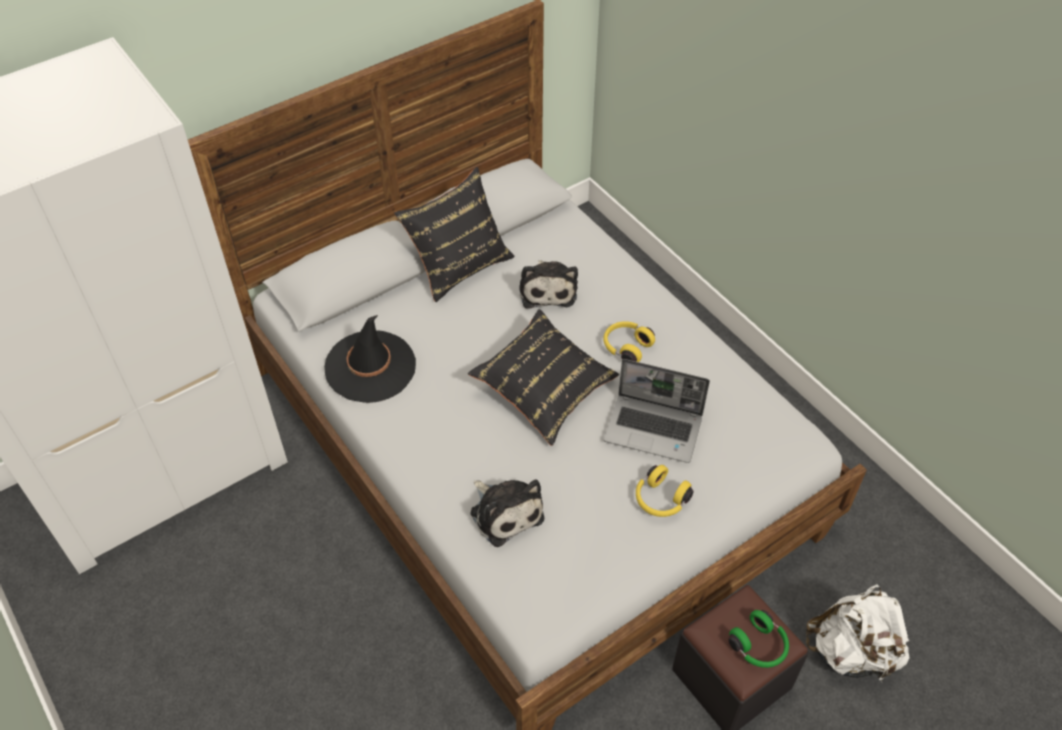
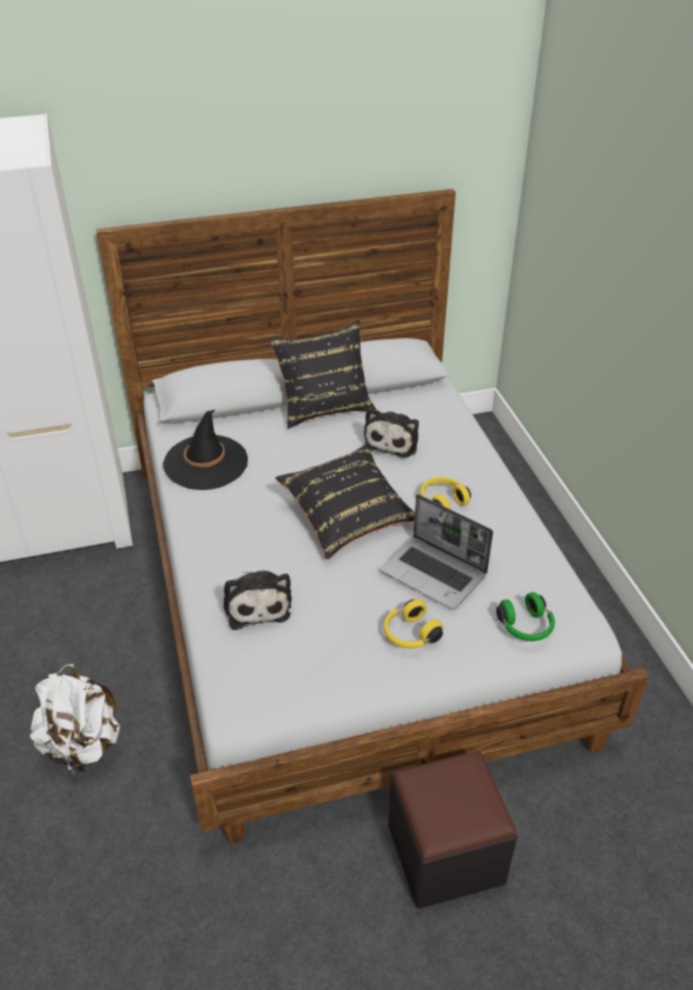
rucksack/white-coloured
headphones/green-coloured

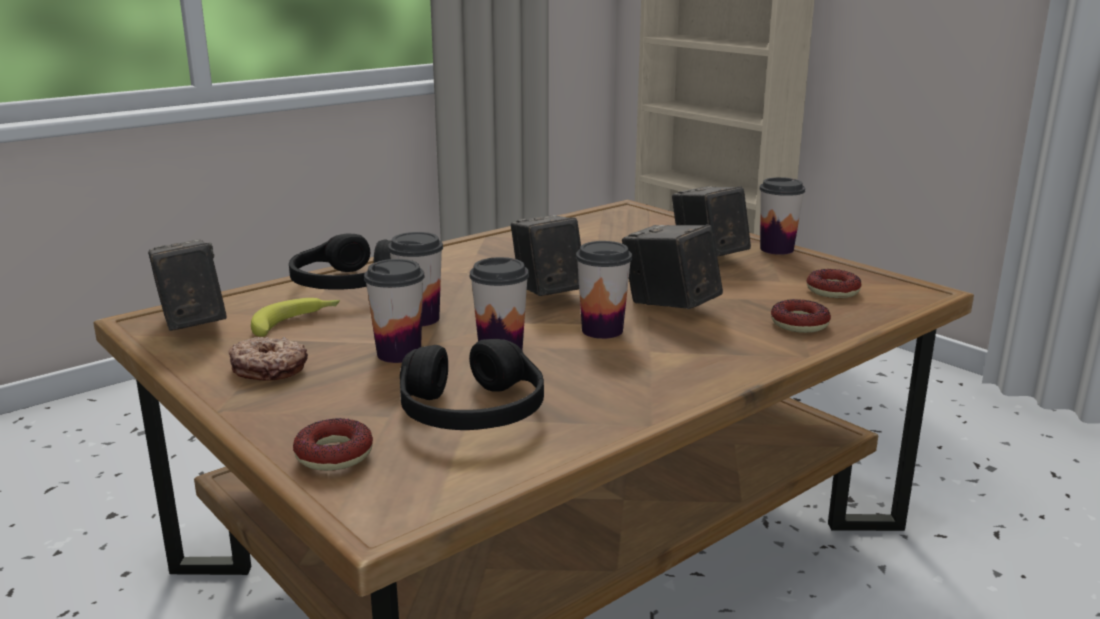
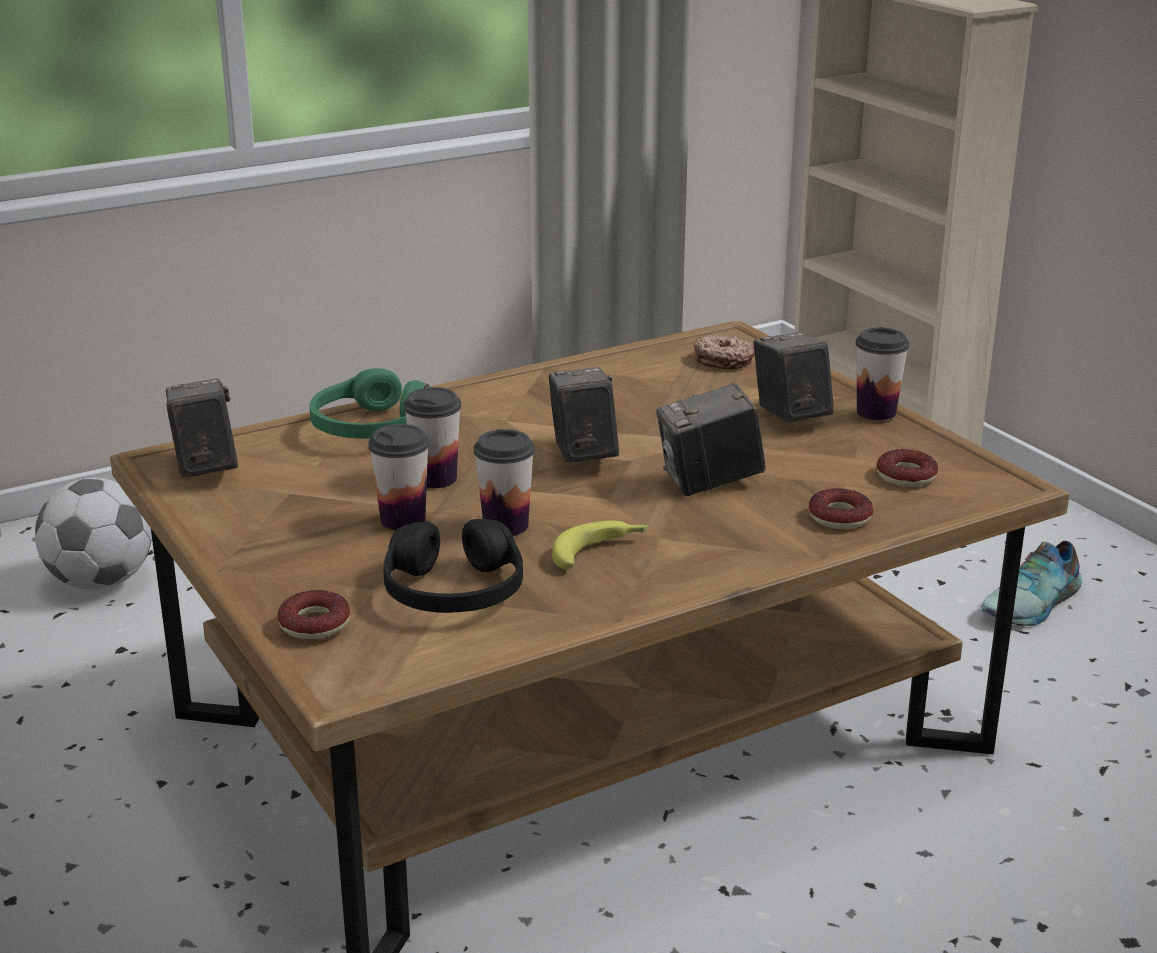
football
headphones/green-coloured
whole banana
still camera (no. 3 from left)
doughnut (no. 2 from left)
low shoe
cup (no. 4 from left in the first image)

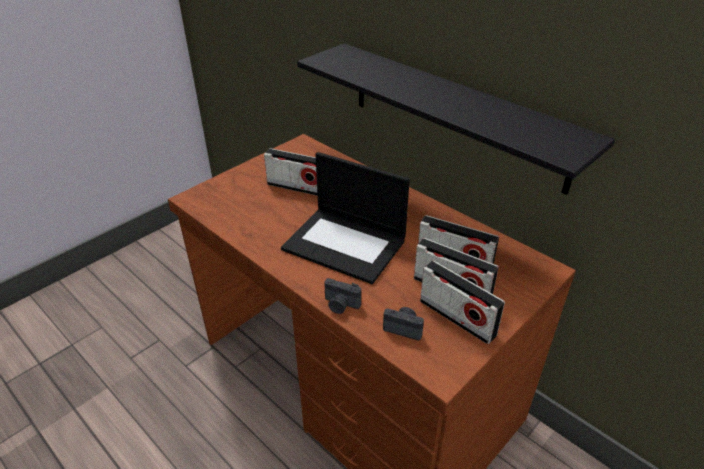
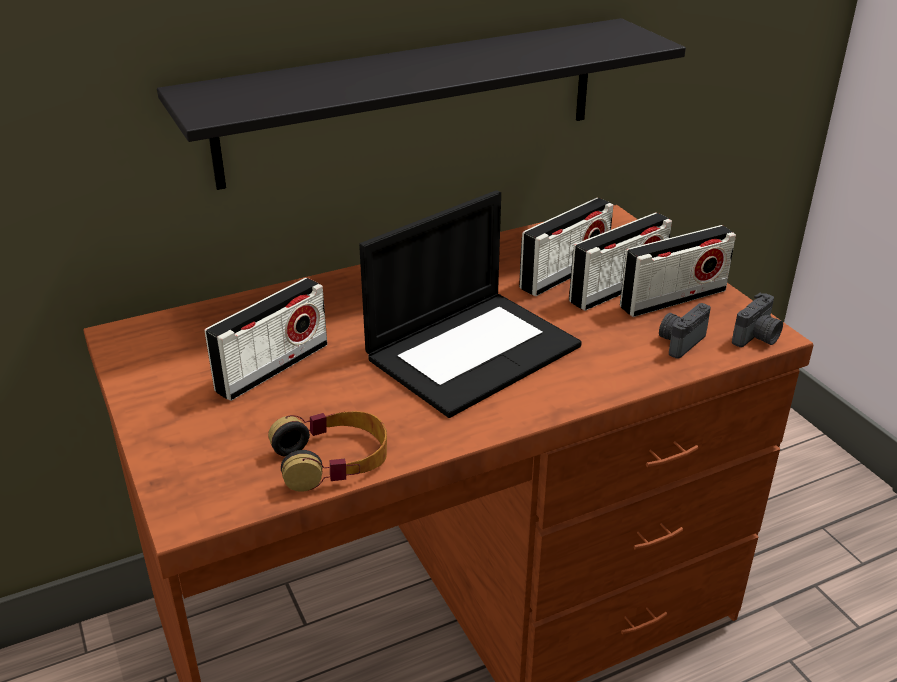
headphones
still camera (no. 2 from left)

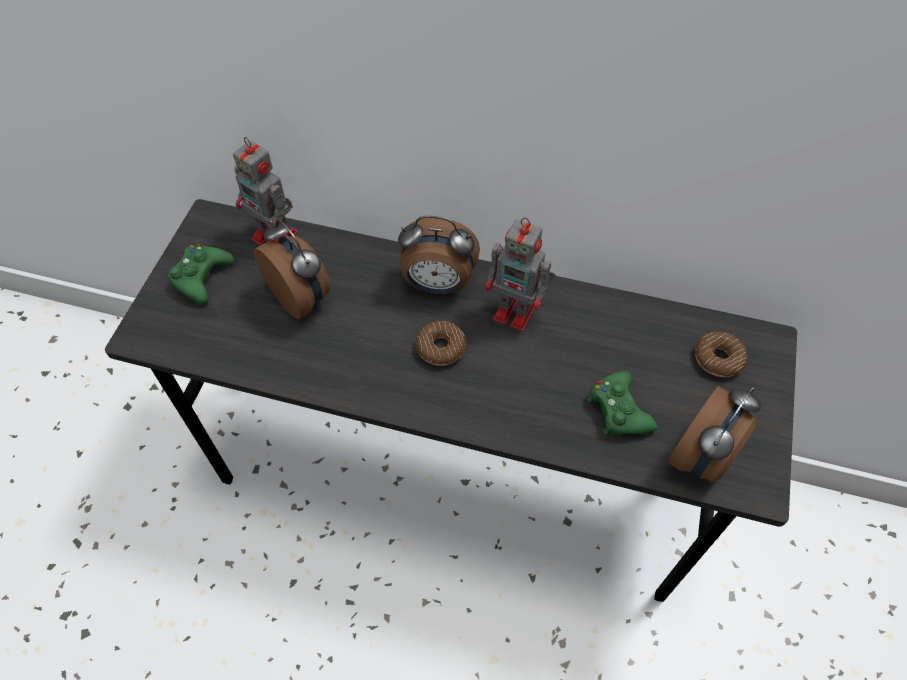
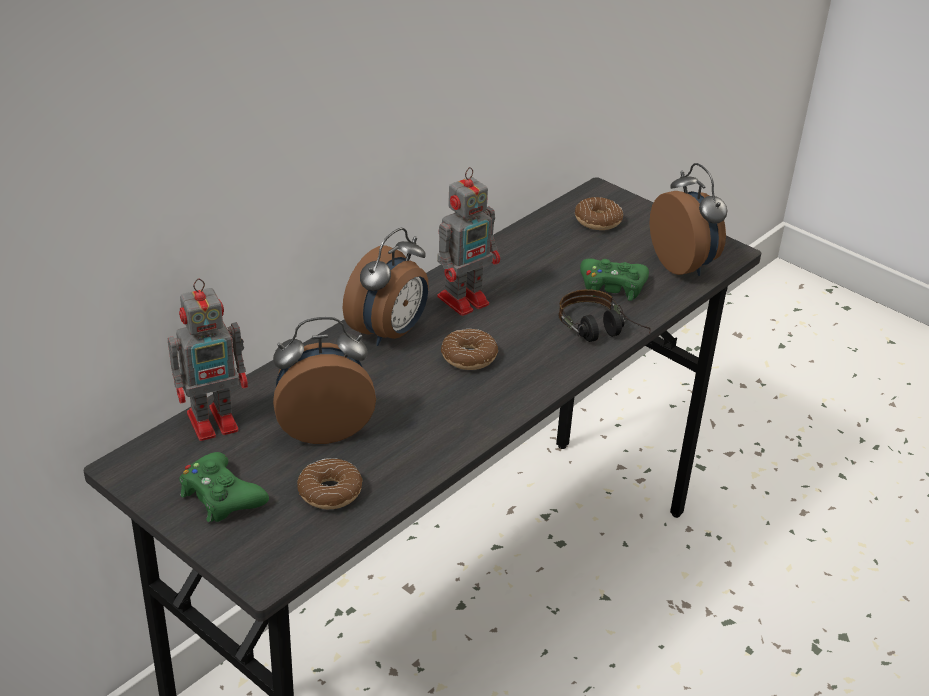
doughnut (no. 1 from left)
headphones

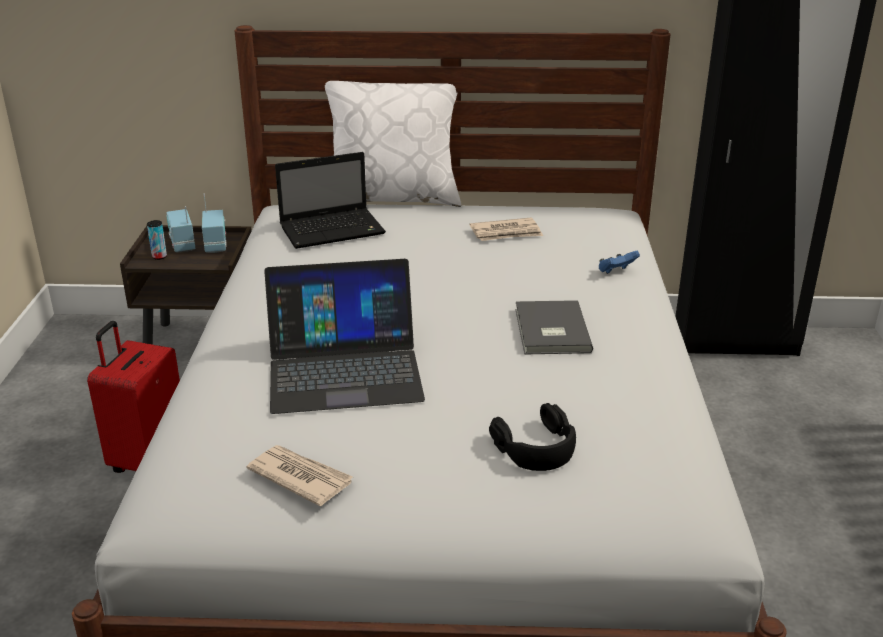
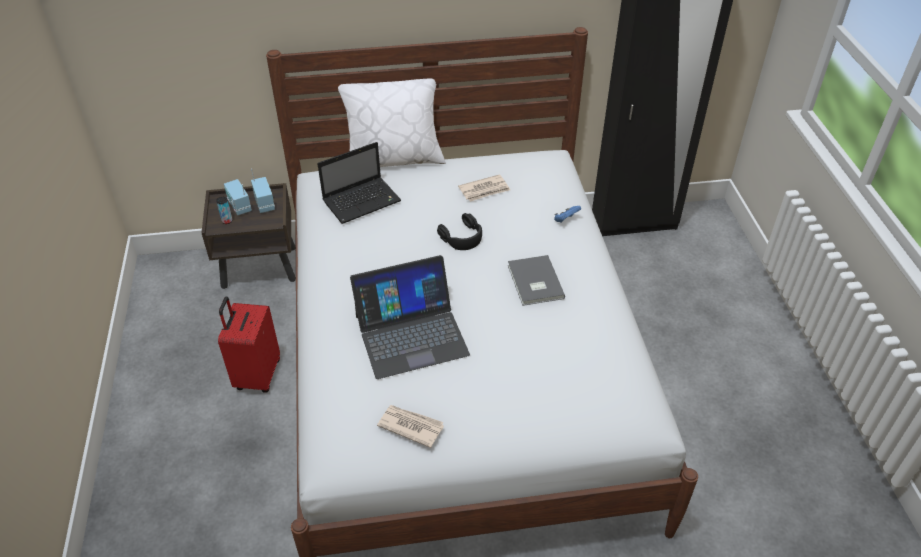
headphones/blackish

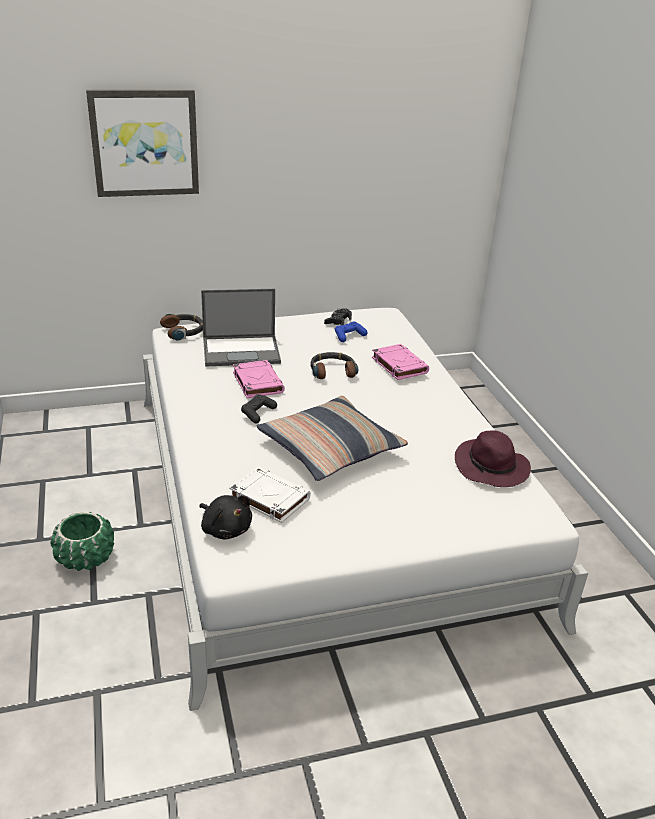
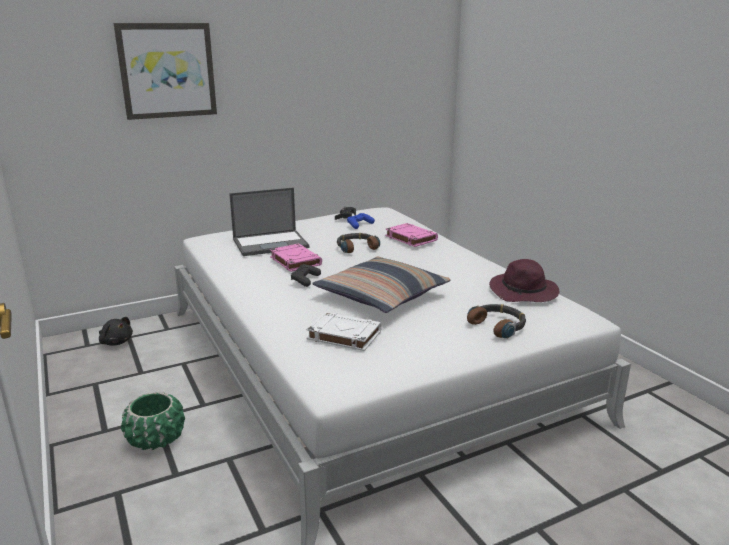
plush toy/blackish
headphones (no. 2 from left)

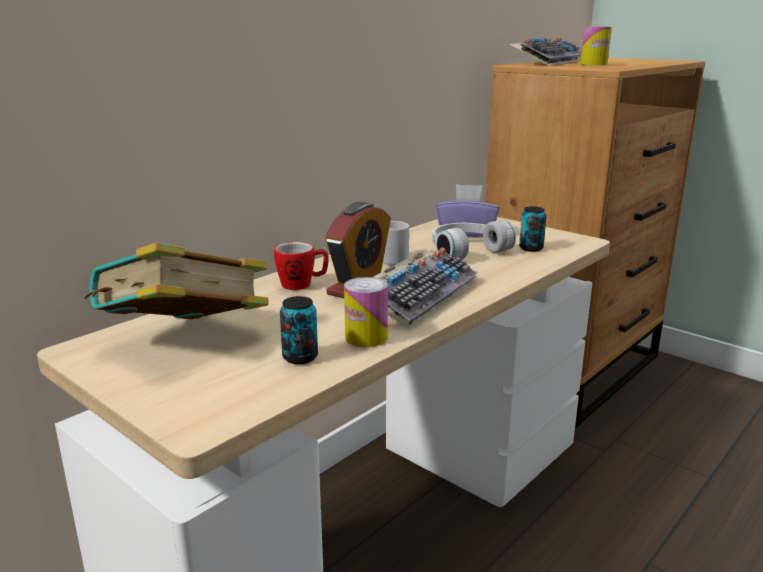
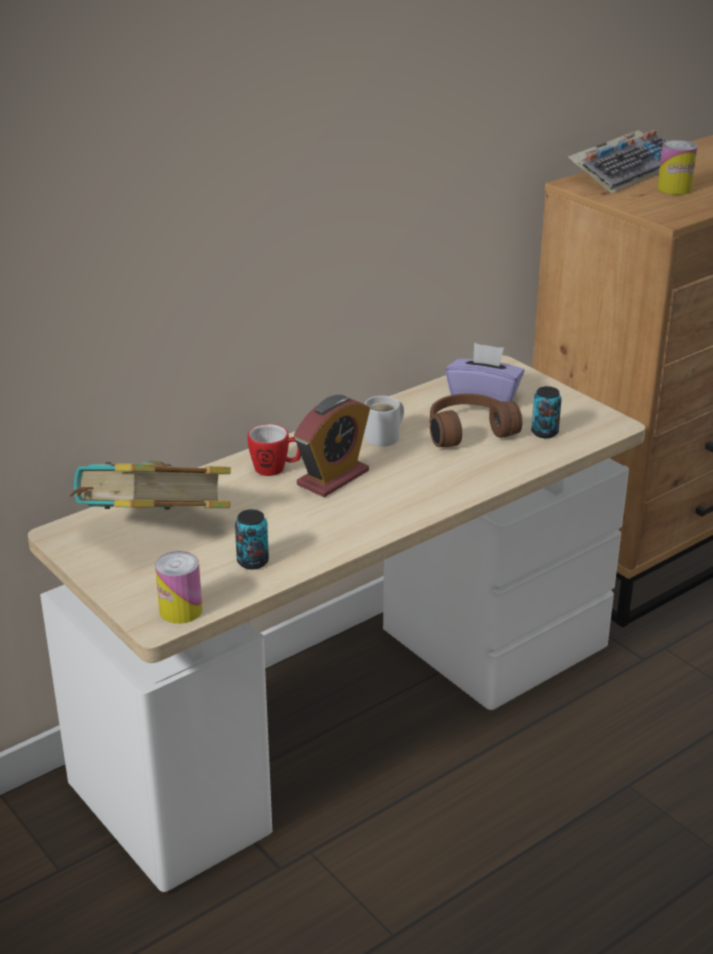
metal can (no. 1 from left)
headphones/brownish
PC keyboard (no. 1 from left in the first image)

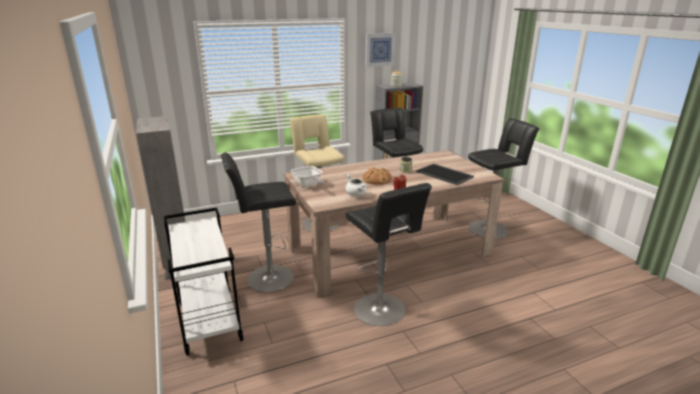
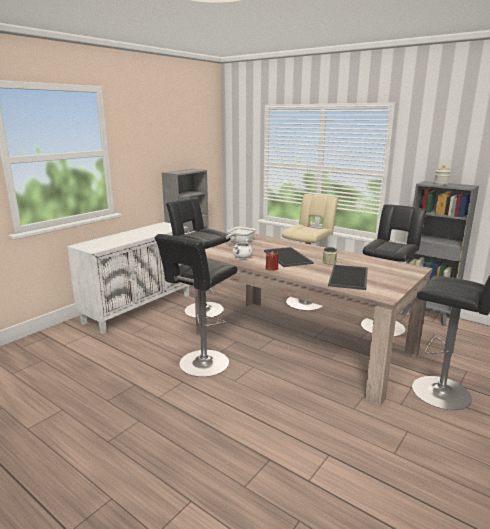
cupboard/white-coloured
tray (no. 1 from left)
wall art

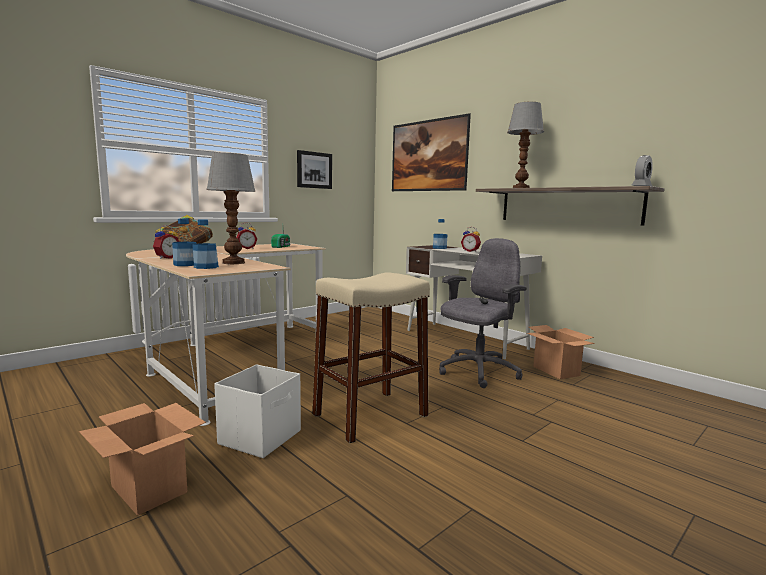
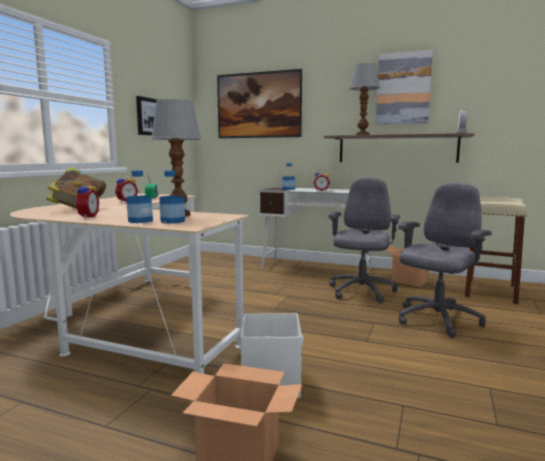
wall art (no. 3 from left)
desk chair/gray (no. 2 from left)
stool seat/sand-coloured

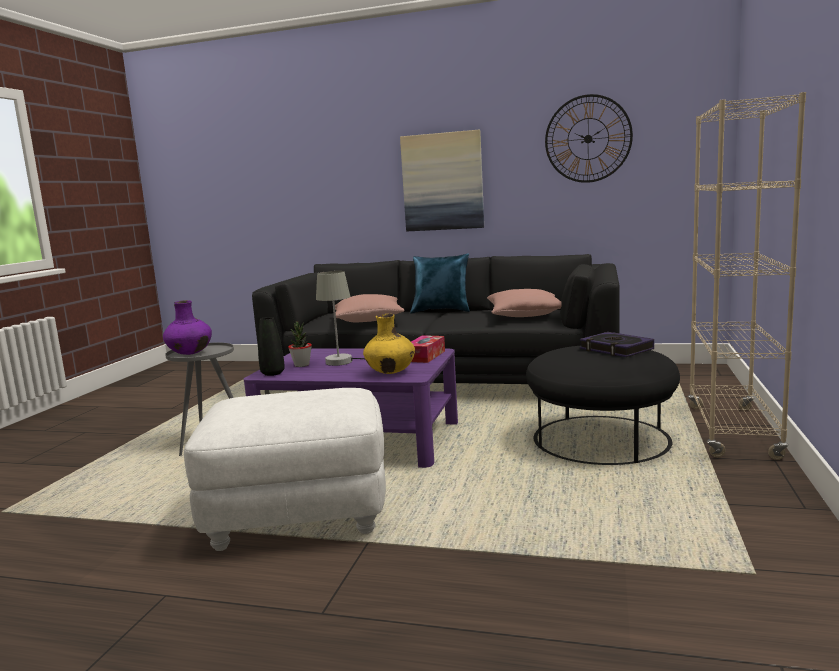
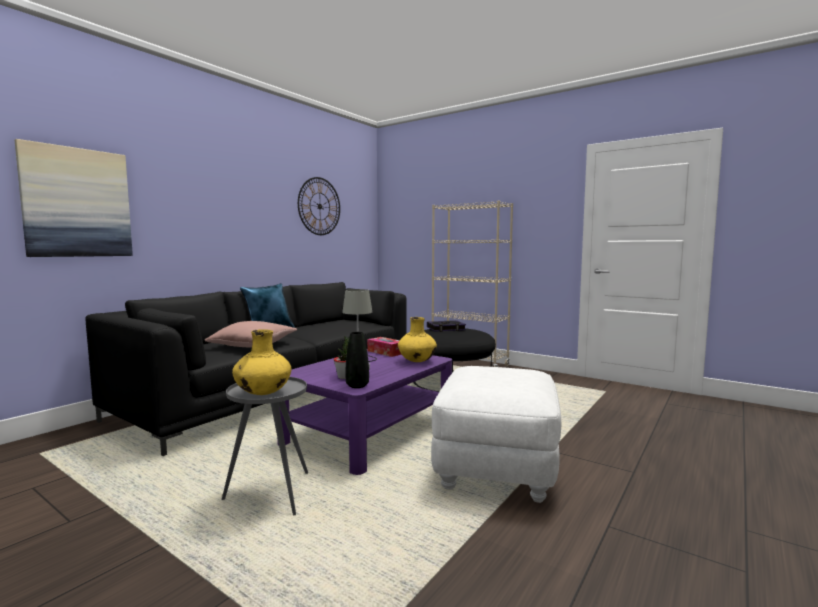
wall art
vase/yellow (no. 1 from left)
throw pillow/pink-coloured (no. 2 from left in the first image)

